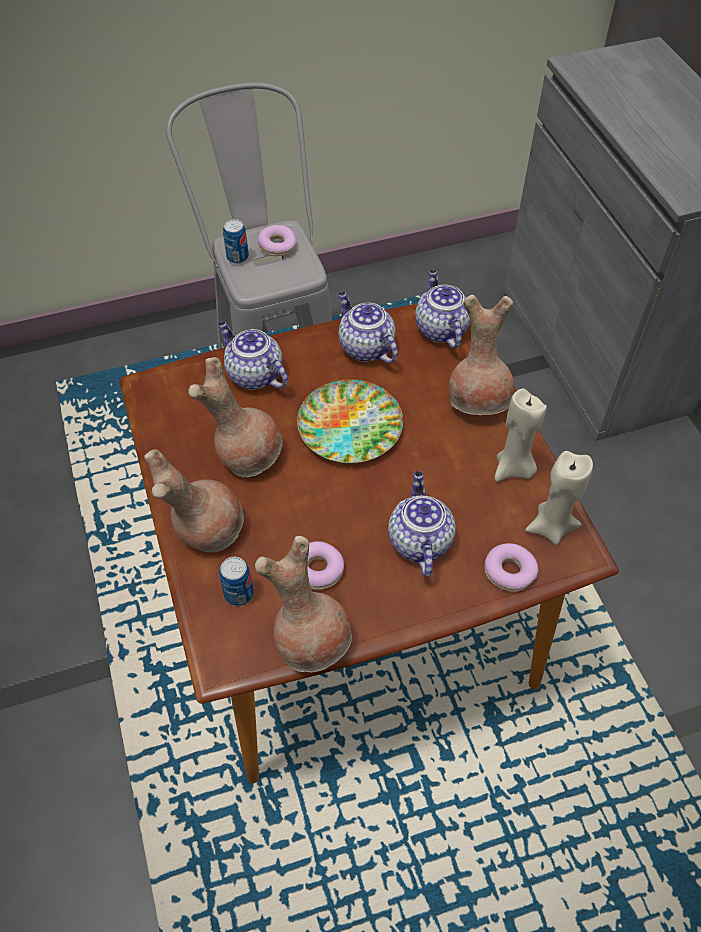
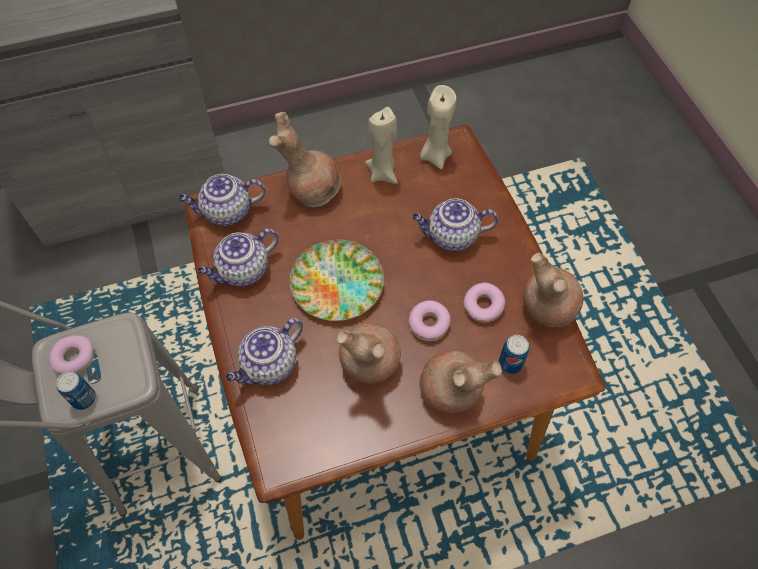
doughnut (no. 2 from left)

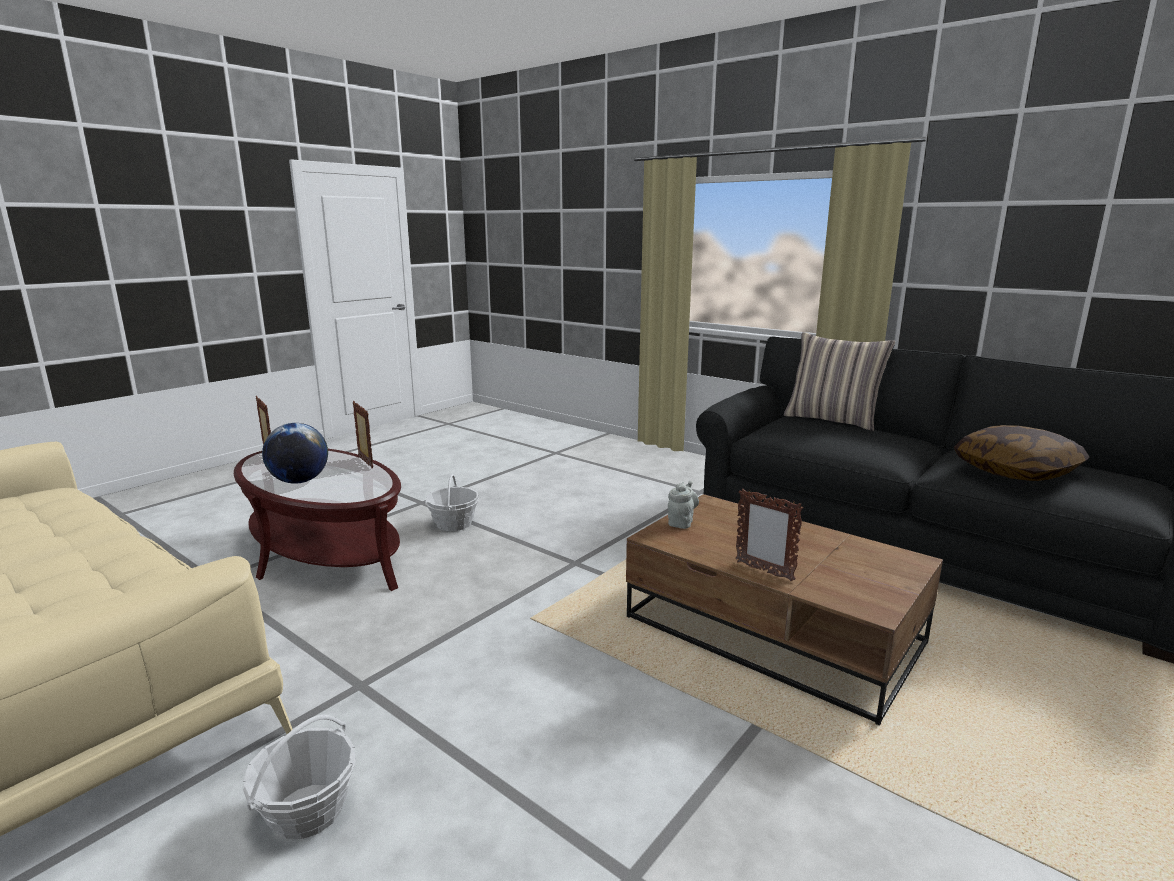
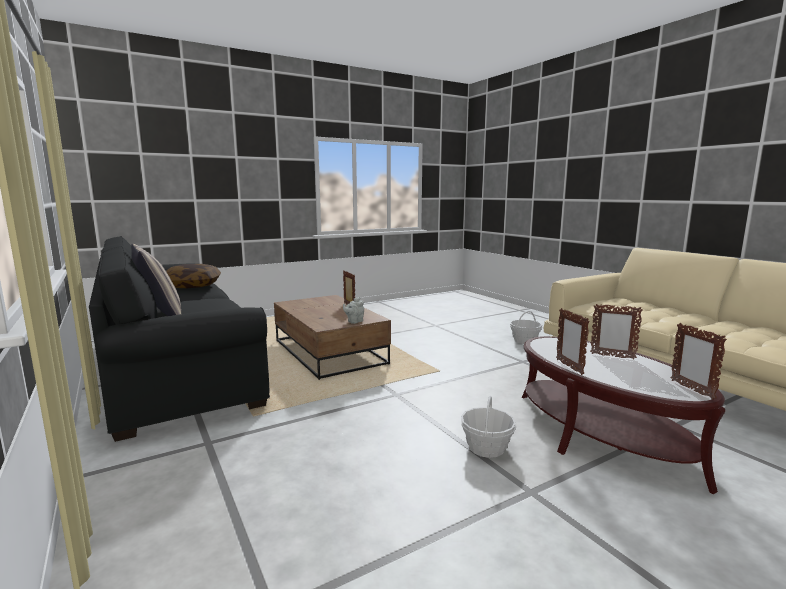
picture frame (no. 3 from left)

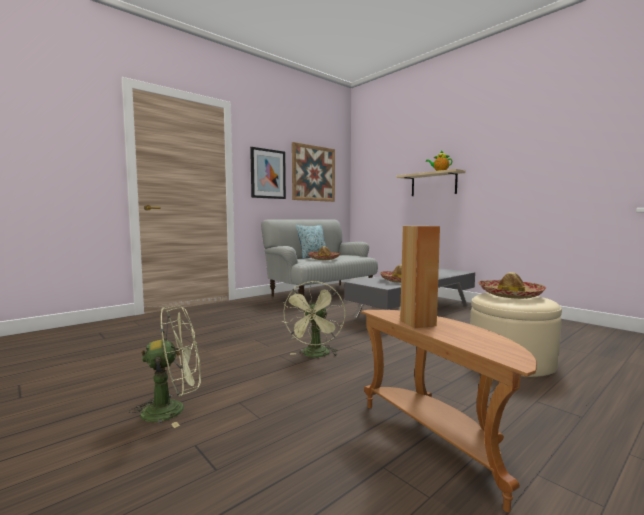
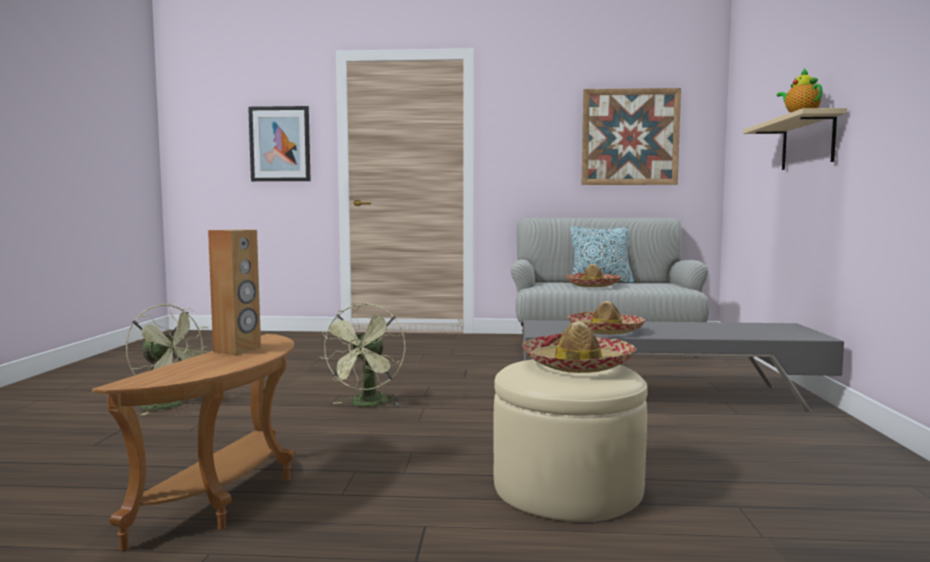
wall art (no. 1 from left)
fan/green-coloured (no. 2 from left)

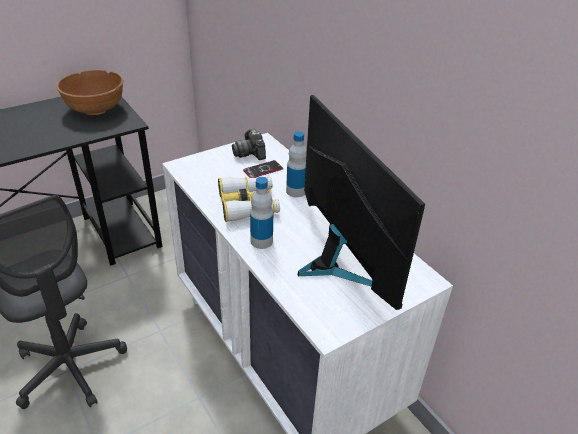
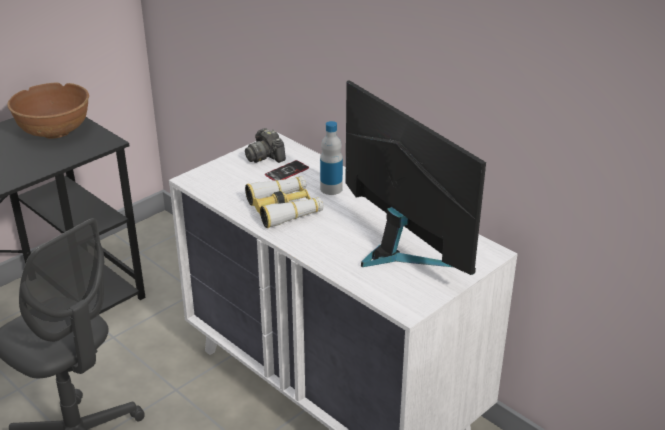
bottle (no. 1 from left in the first image)

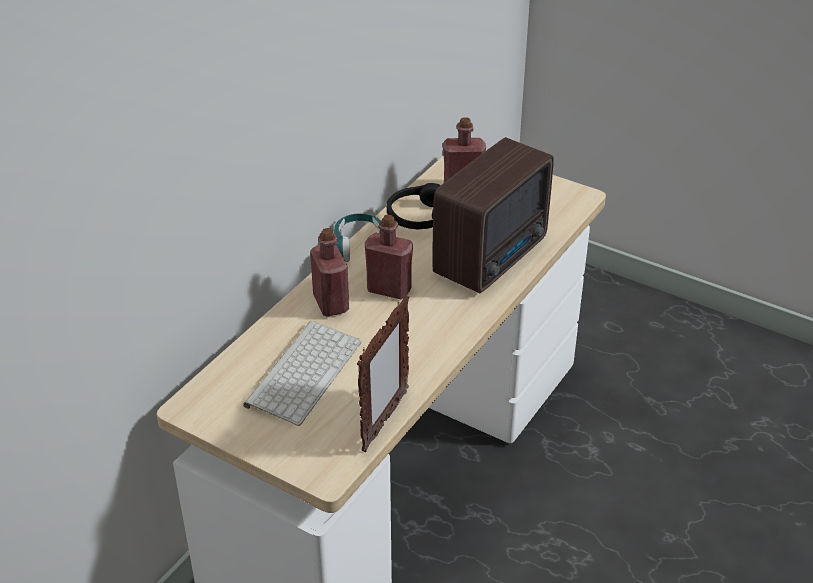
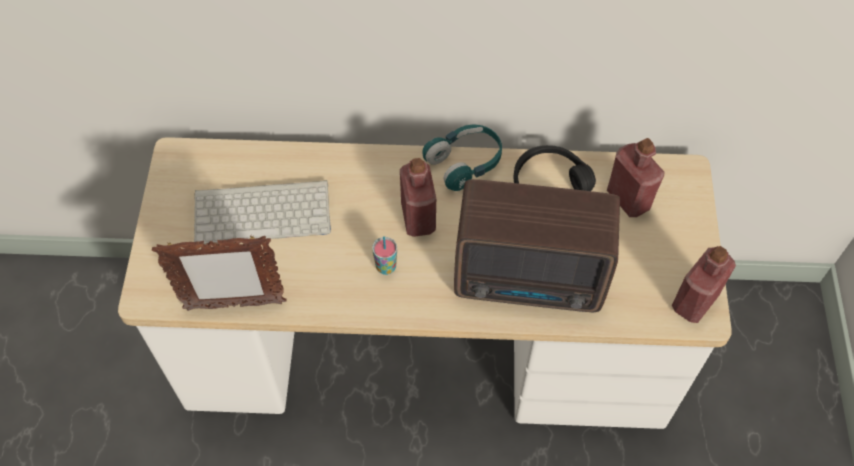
cup
bottle/red-coloured (no. 3 from left)

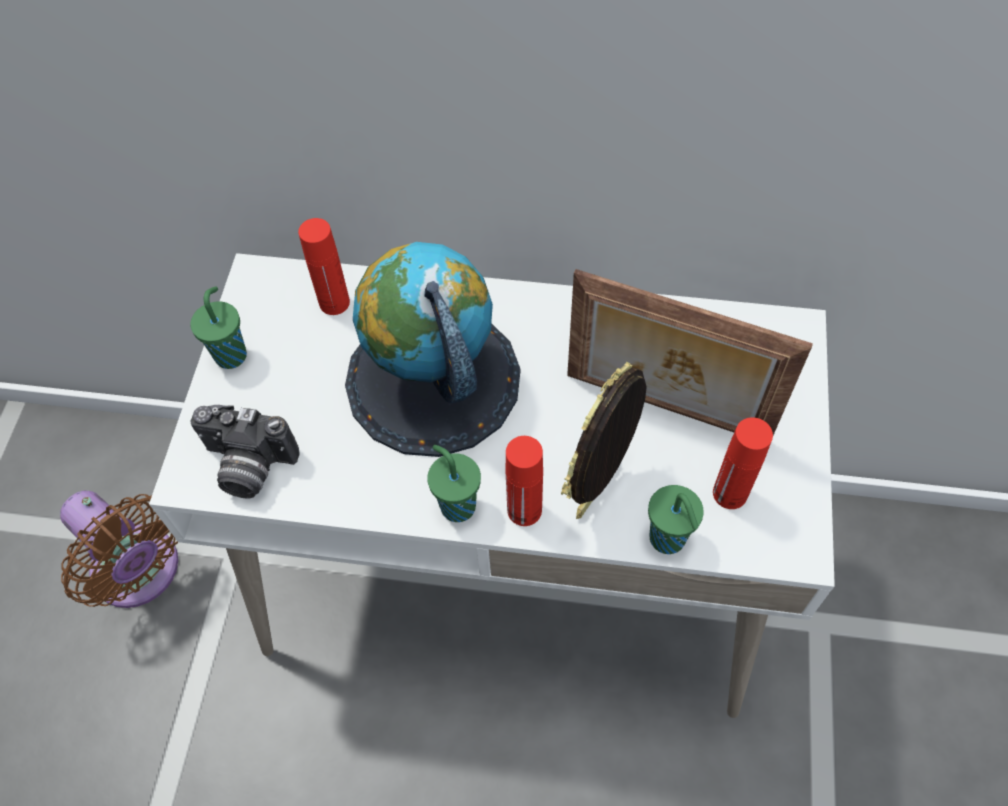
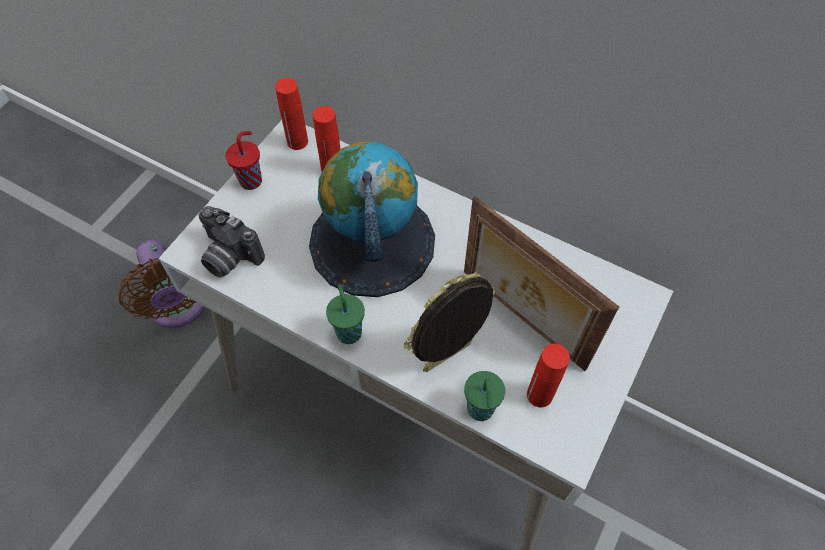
cup/red-coloured
bottle/red-coloured (no. 1 from left)

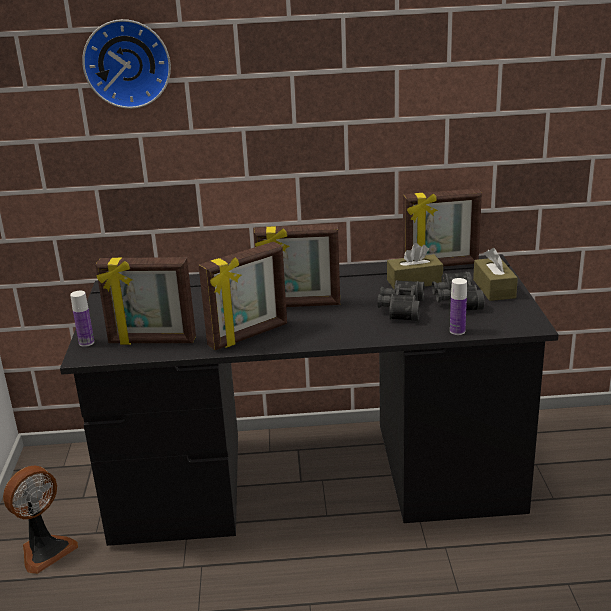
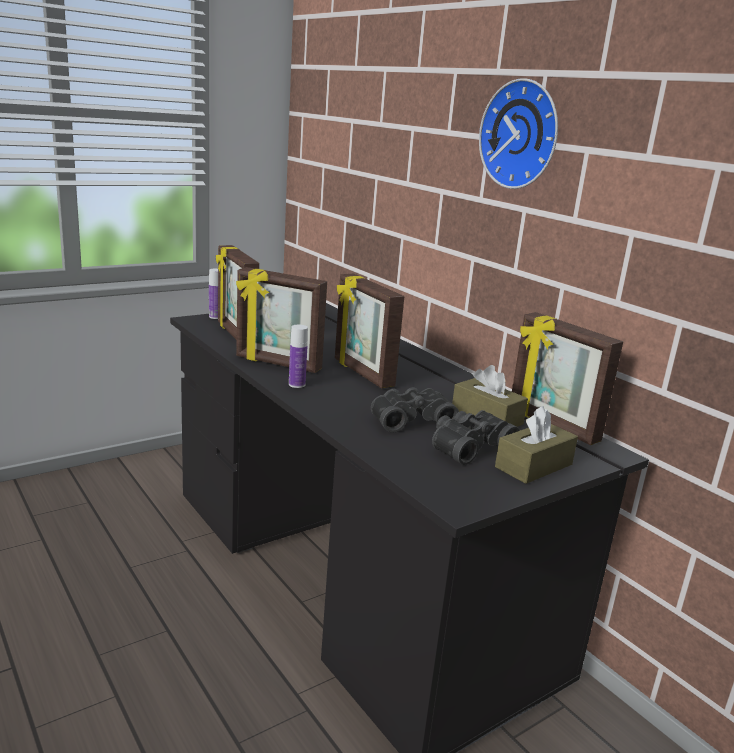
bottle (no. 2 from left)
hanging clock
fan

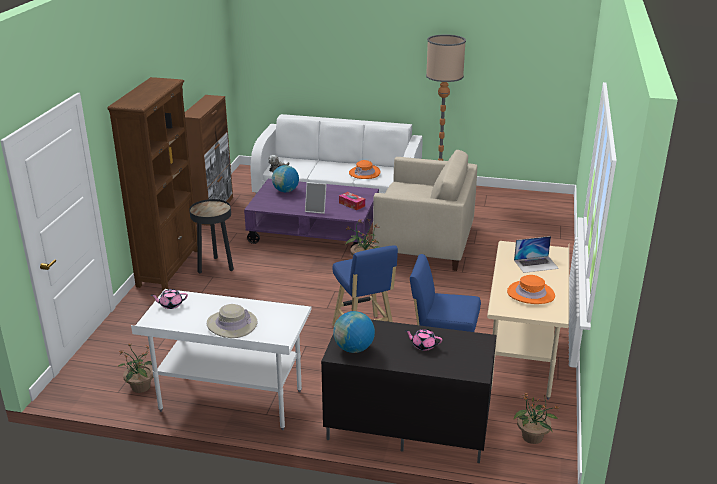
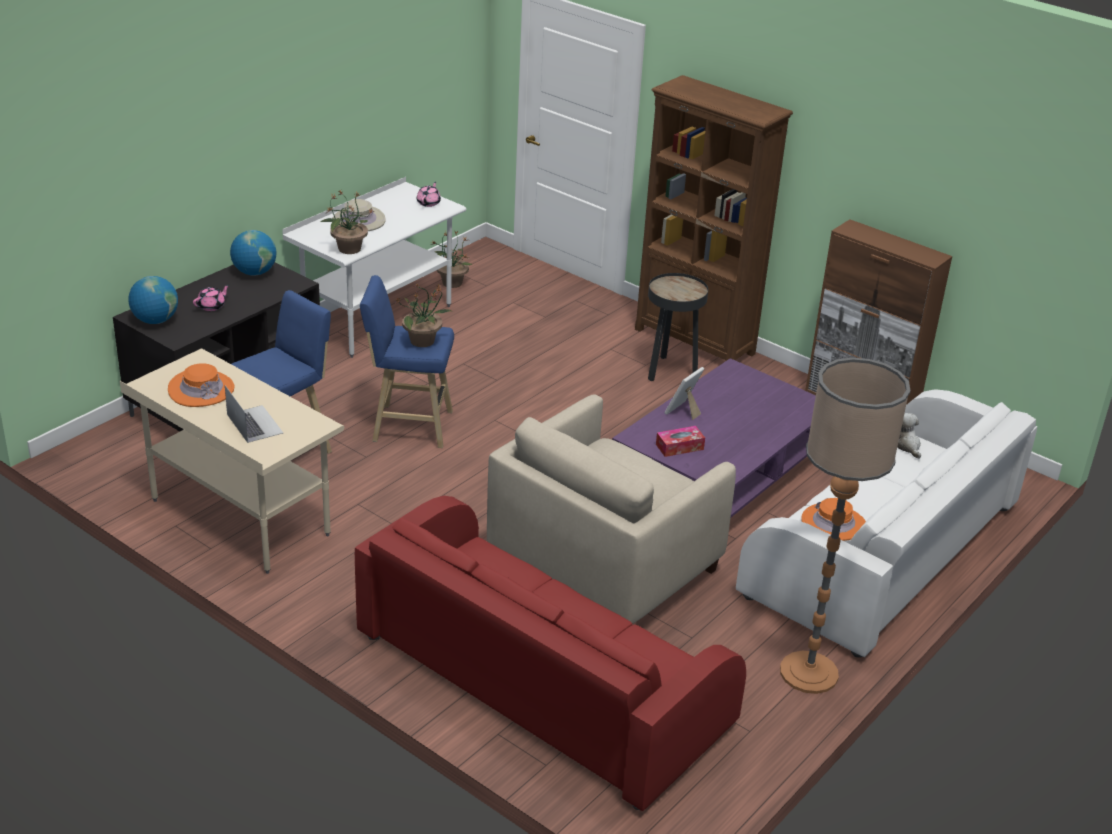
world globe (no. 1 from left)
notebook computer
potted plant (no. 1 from left)
sofa/red-coloured

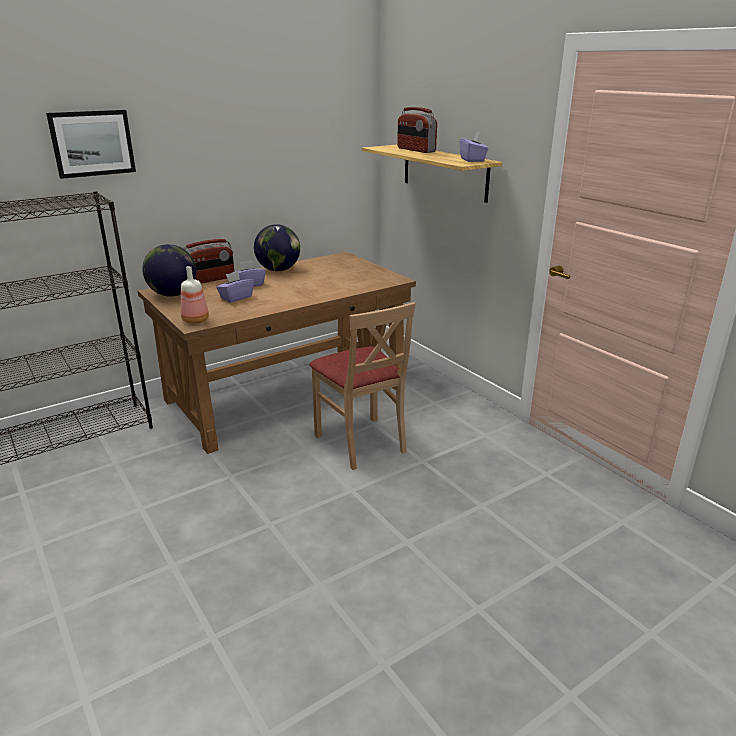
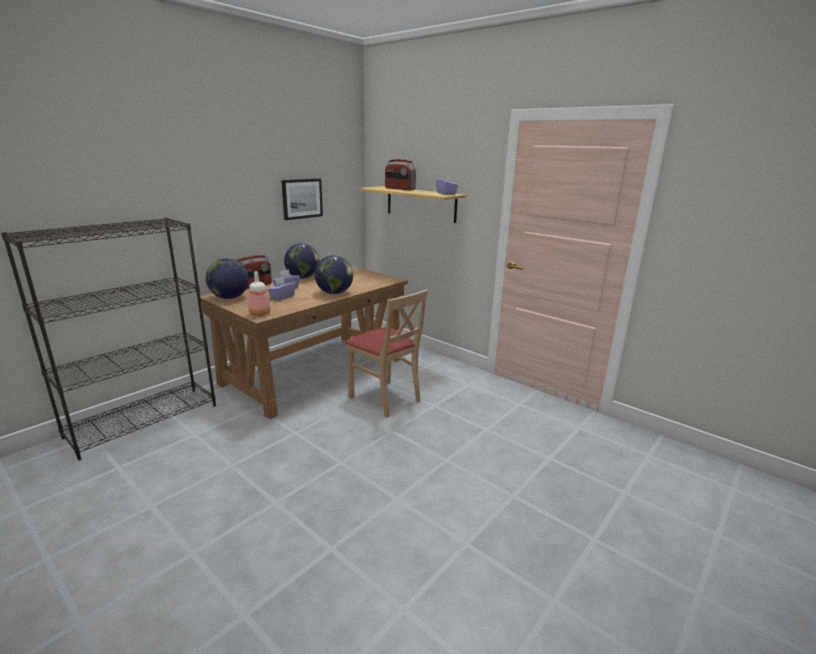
wall art
world globe (no. 3 from left)

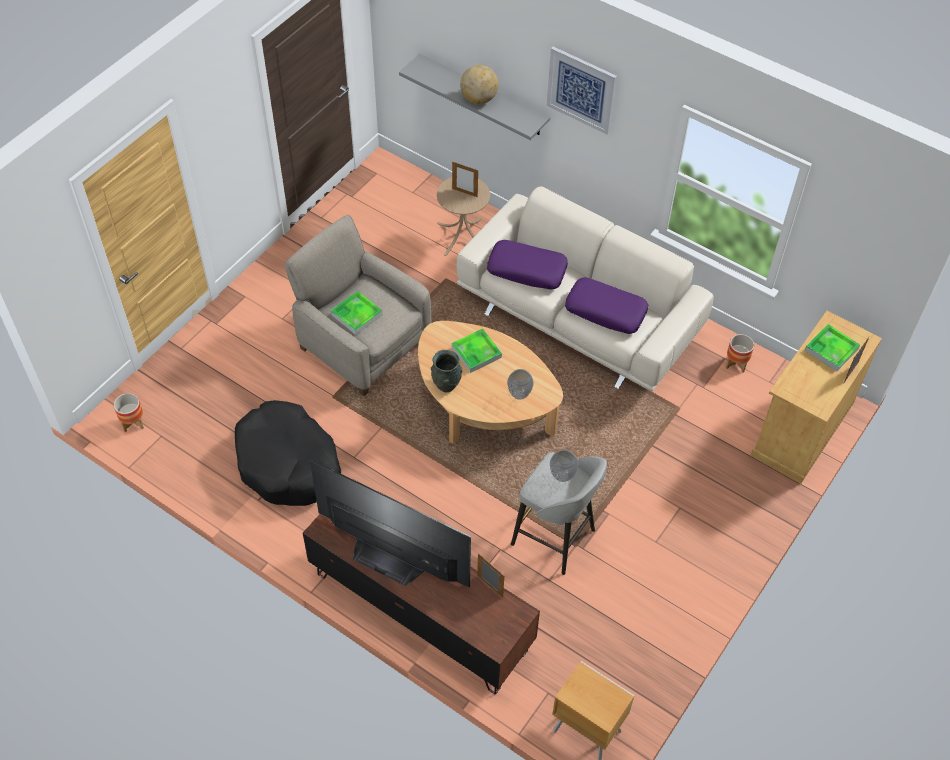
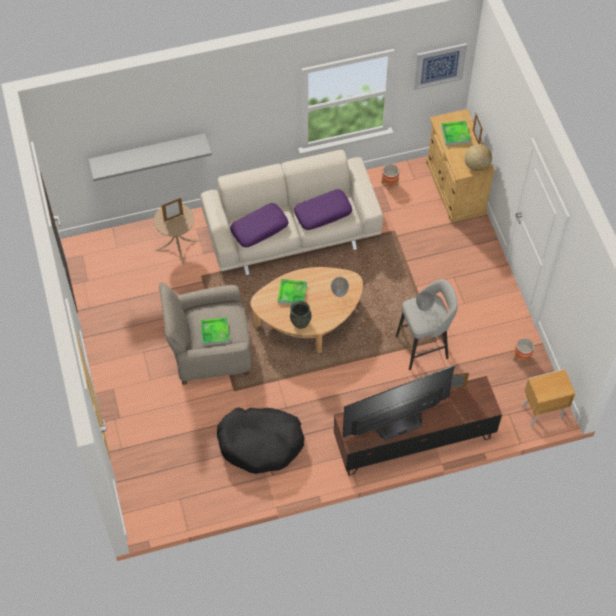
wall art
world globe
planter (no. 2 from left)

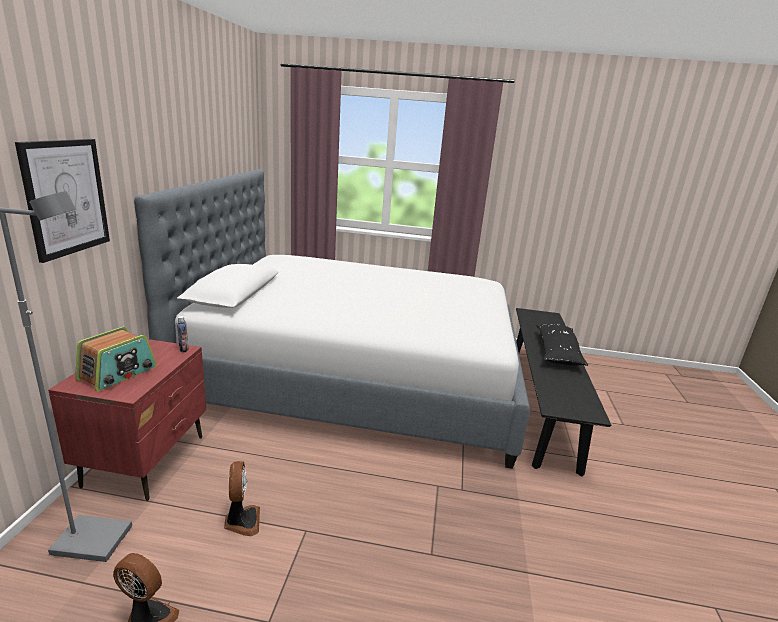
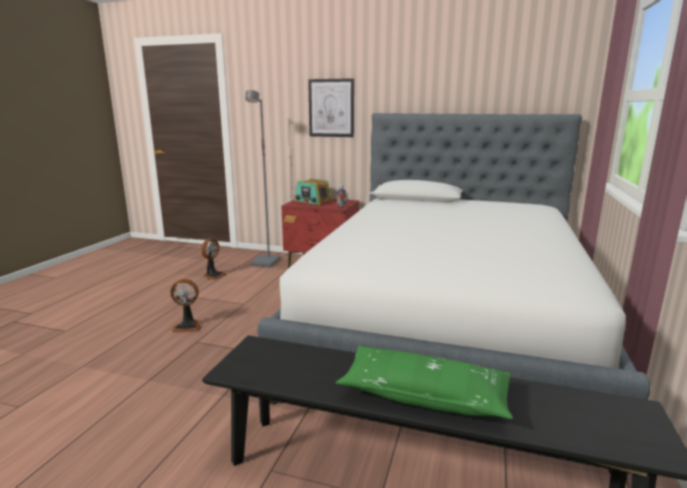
fan (no. 1 from left)
throw pillow/green-coloured

